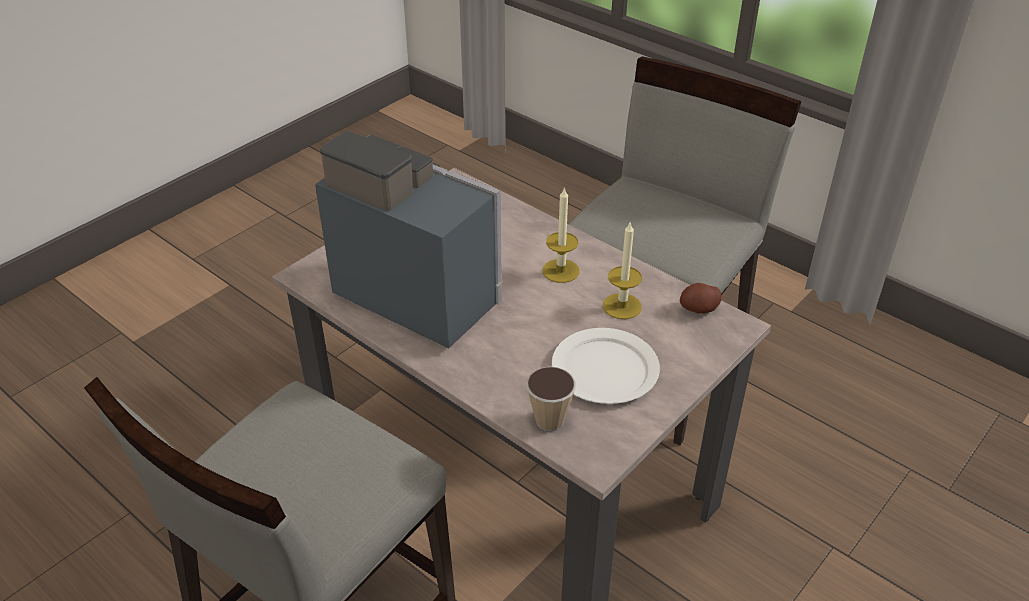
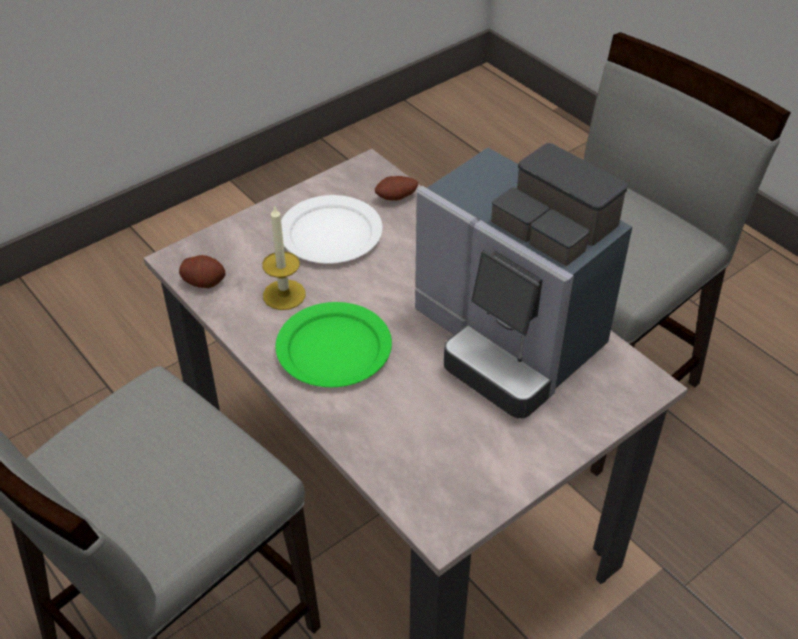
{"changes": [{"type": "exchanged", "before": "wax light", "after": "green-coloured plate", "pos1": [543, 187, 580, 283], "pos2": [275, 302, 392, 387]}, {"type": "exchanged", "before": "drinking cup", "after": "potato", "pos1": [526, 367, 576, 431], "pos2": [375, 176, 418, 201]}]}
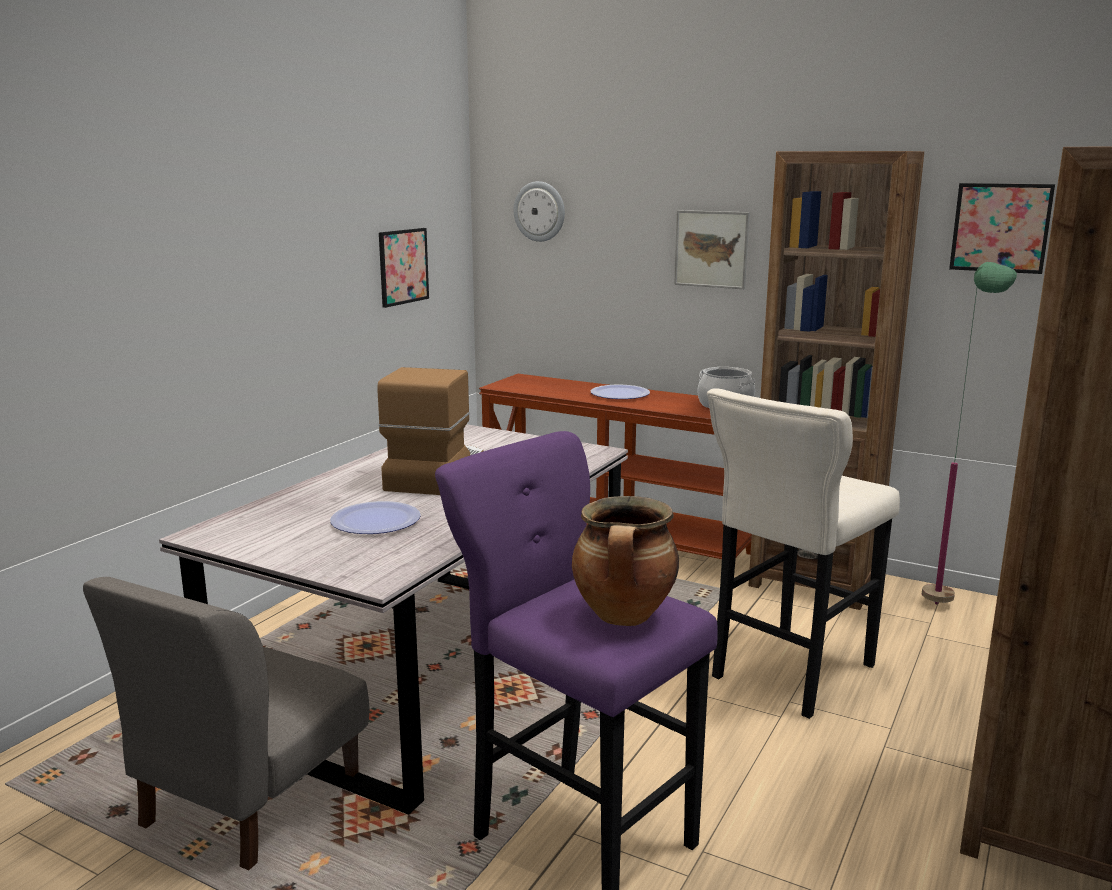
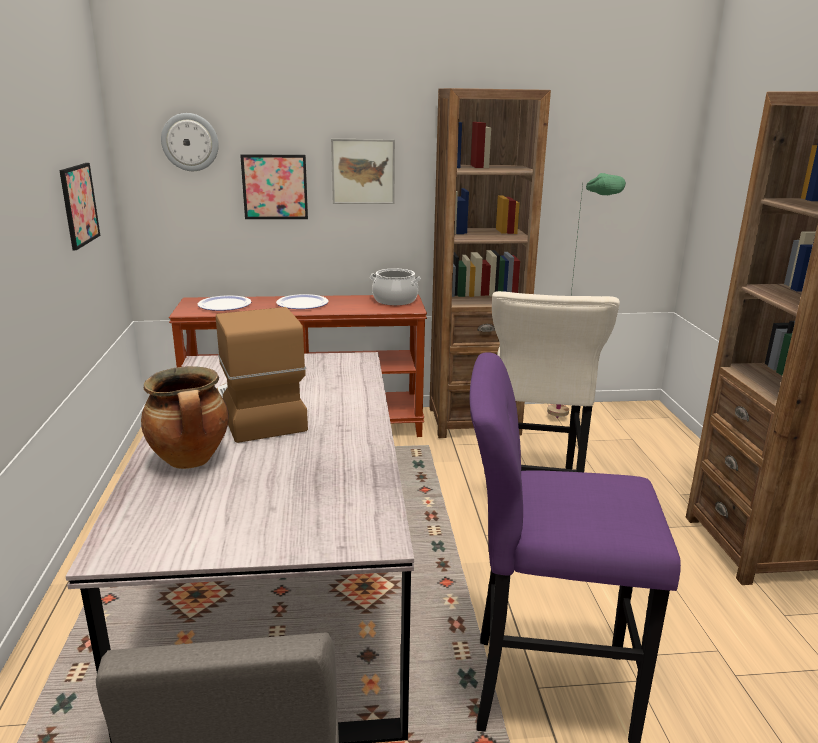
{"changes": [{"type": "relocated", "before": "saucepot", "pos1": [572, 496, 679, 626], "pos2": [141, 366, 229, 469]}, {"type": "relocated", "before": "plate", "pos1": [330, 501, 421, 534], "pos2": [198, 295, 251, 311]}, {"type": "relocated", "before": "picture", "pos1": [949, 183, 1055, 274], "pos2": [240, 154, 308, 219]}]}
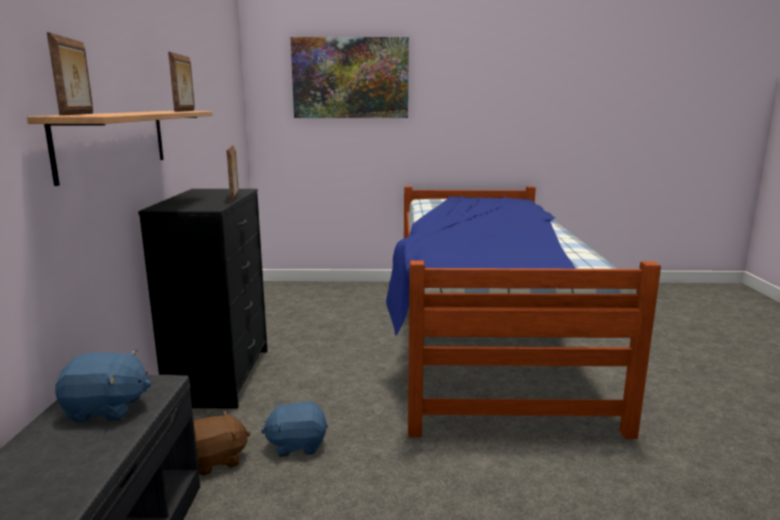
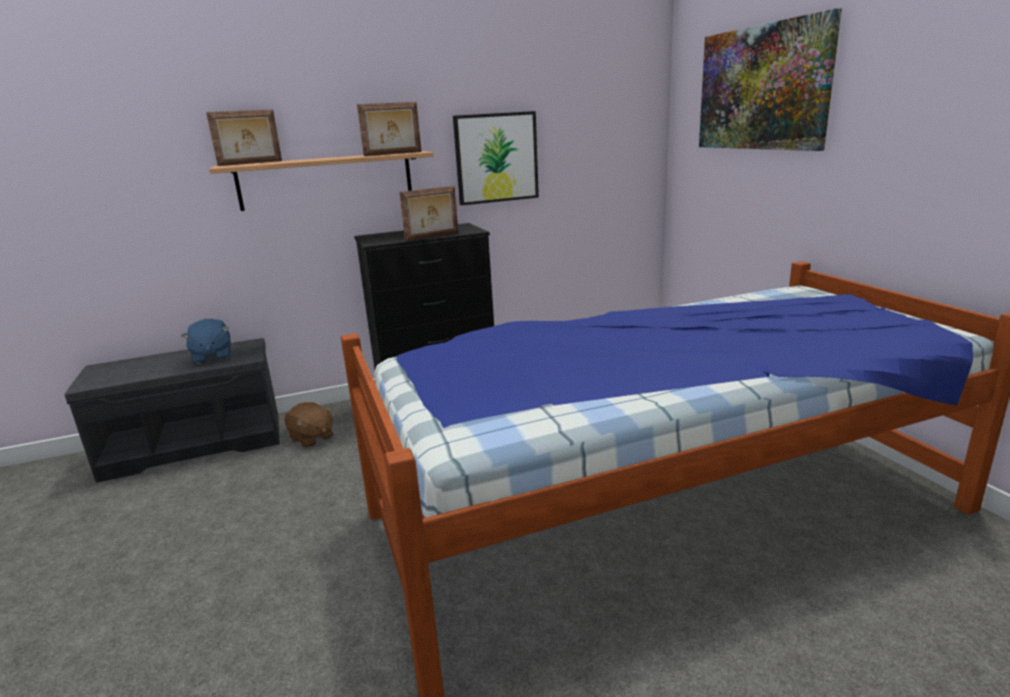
{"changes": [{"type": "appeared", "after": "picture", "pos2": [453, 111, 539, 205]}, {"type": "missing", "before": "blue cuddly toy", "pos1": [261, 401, 328, 457]}]}
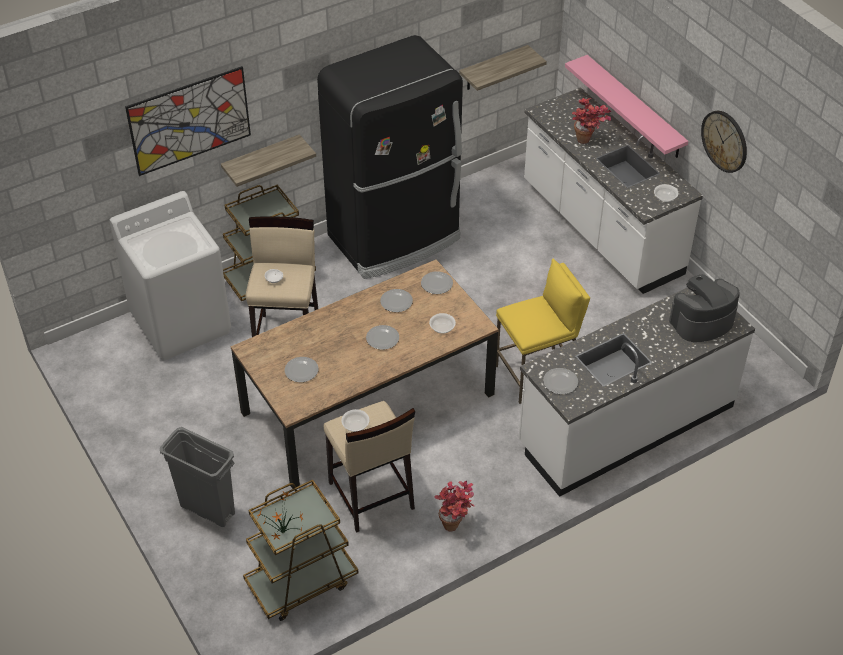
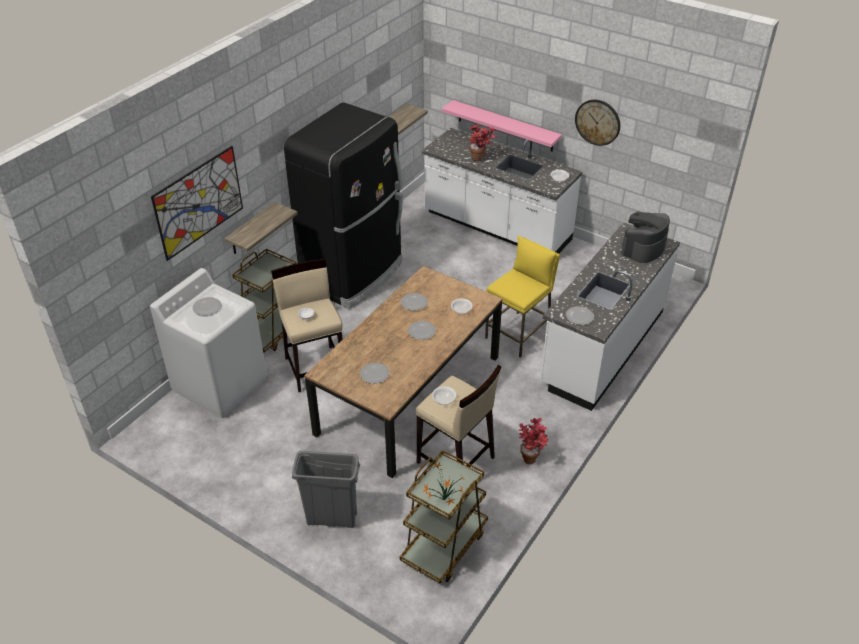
{"changes": [{"type": "relocated", "before": "plate", "pos1": [421, 271, 453, 294], "pos2": [192, 297, 221, 316]}]}
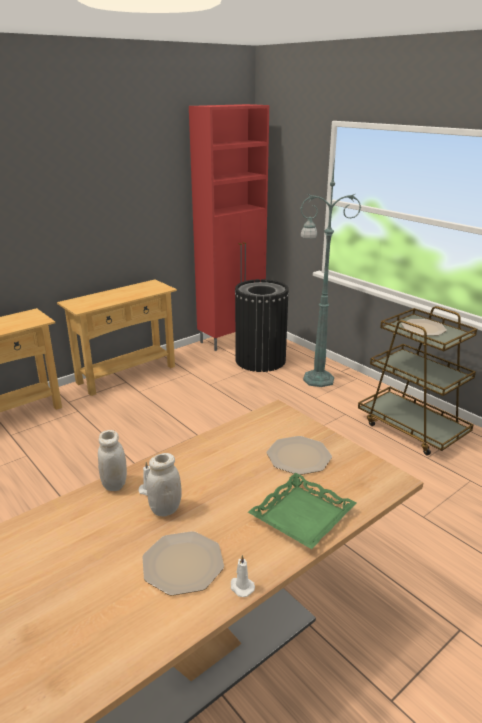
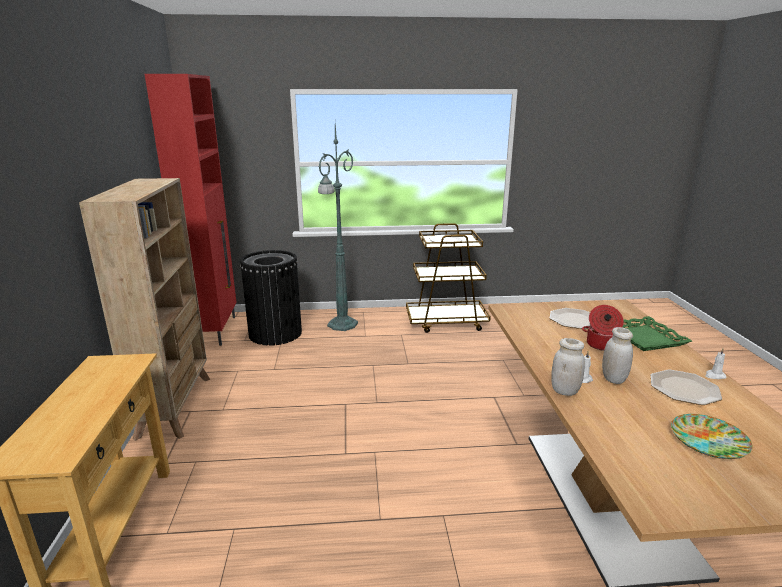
{"changes": [{"type": "exchanged", "before": "sand-coloured hall table", "after": "sand-coloured shelving unit", "pos1": [57, 279, 177, 396], "pos2": [79, 178, 210, 441]}, {"type": "appeared", "after": "saucepot", "pos2": [582, 305, 624, 351]}, {"type": "appeared", "after": "plate", "pos2": [671, 414, 753, 459]}]}
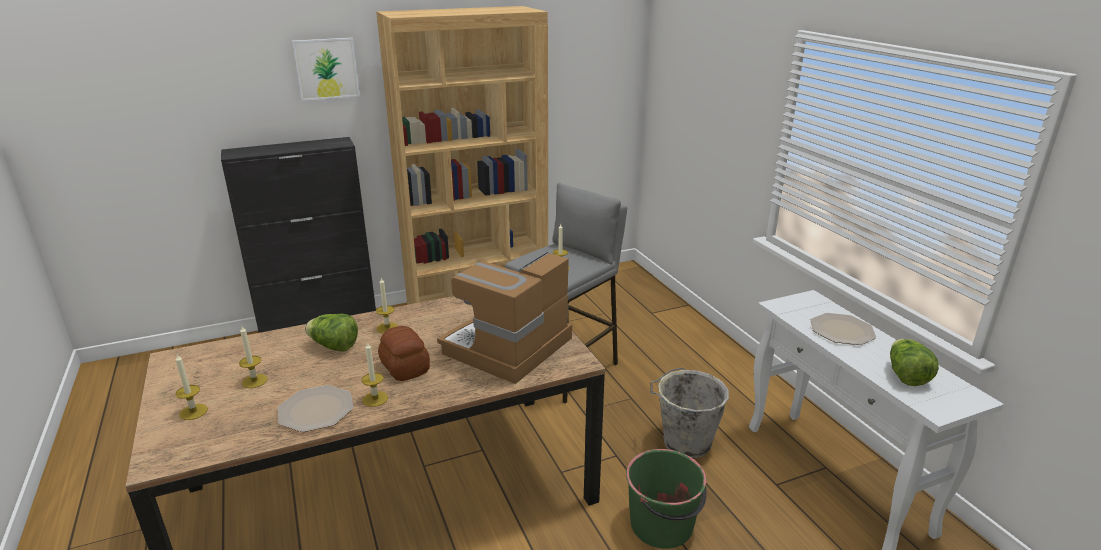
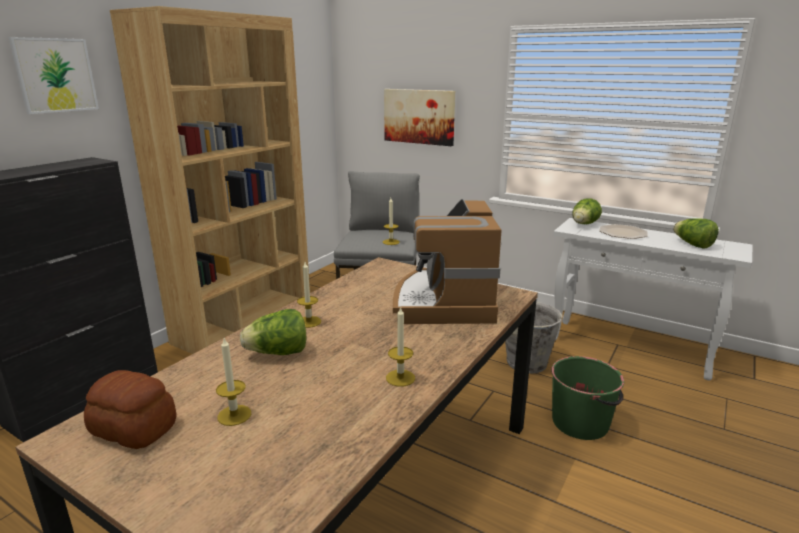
{"changes": [{"type": "relocated", "before": "bakery bread", "pos1": [378, 326, 430, 381], "pos2": [84, 370, 177, 449]}, {"type": "appeared", "after": "picture", "pos2": [384, 89, 455, 146]}, {"type": "appeared", "after": "head of lettuce", "pos2": [572, 198, 602, 224]}, {"type": "missing", "before": "wax light", "pos1": [175, 354, 208, 420]}, {"type": "missing", "before": "plate", "pos1": [278, 385, 354, 432]}]}
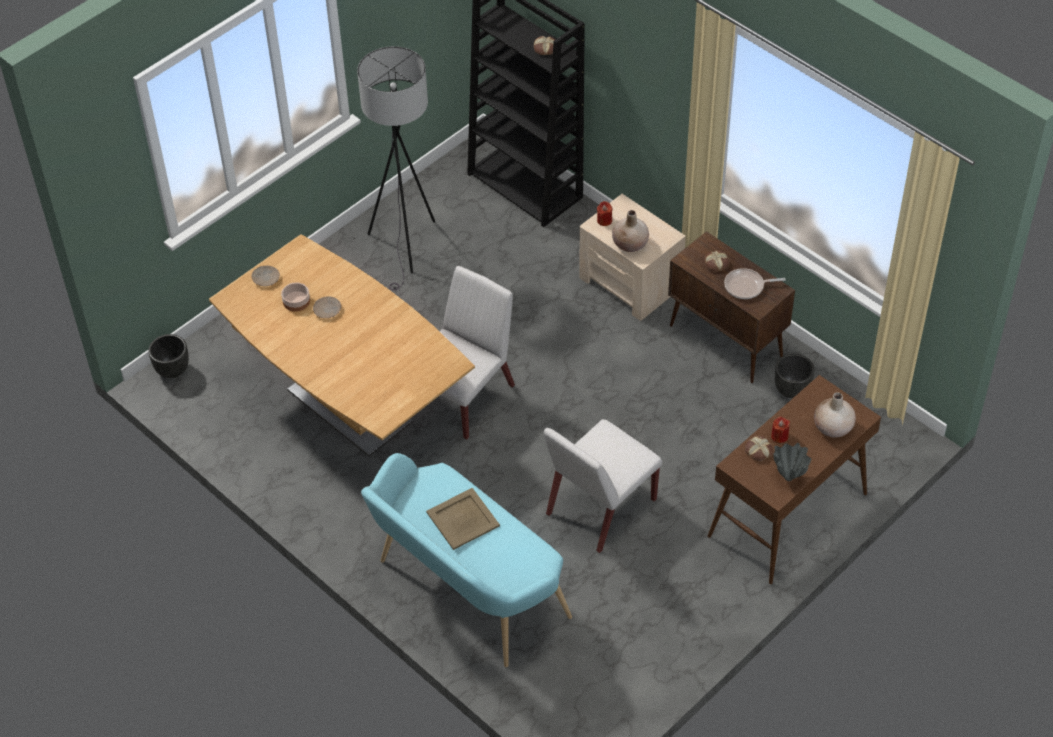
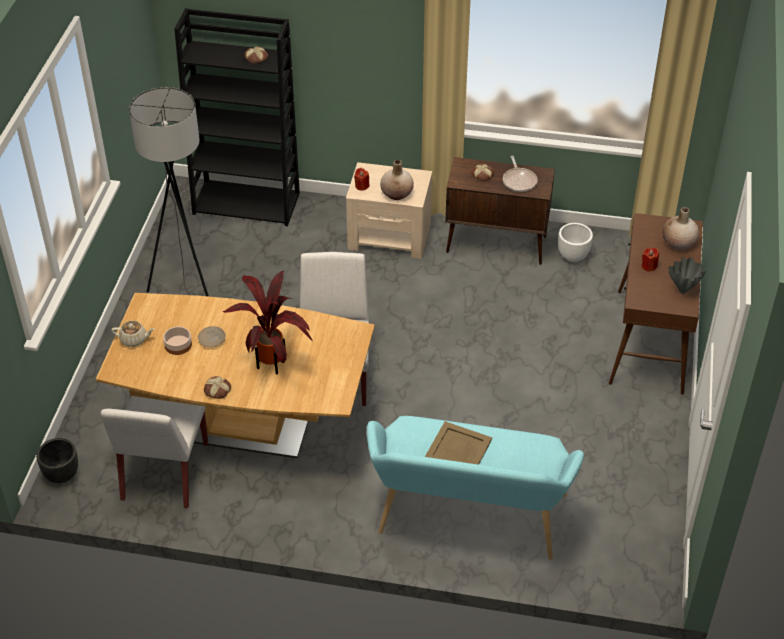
{"changes": [{"type": "relocated", "before": "whitish chair", "pos1": [543, 419, 662, 553], "pos2": [101, 396, 208, 508]}, {"type": "exchanged", "before": "sand-coloured plate", "after": "sand-coloured pot for tea", "pos1": [251, 266, 280, 286], "pos2": [111, 321, 154, 347]}, {"type": "relocated", "before": "bakery bread", "pos1": [745, 436, 773, 461], "pos2": [204, 376, 231, 399]}, {"type": "appeared", "after": "plant in a pot", "pos2": [222, 270, 313, 375]}, {"type": "spun", "before": "frying pan", "pos1": [724, 268, 786, 299], "pos2": [503, 155, 538, 192], "turn": -60}, {"type": "colour", "before": "blackish flower pot", "after": "whitish flower pot", "pos1": [775, 354, 814, 398], "pos2": [558, 223, 593, 262]}]}
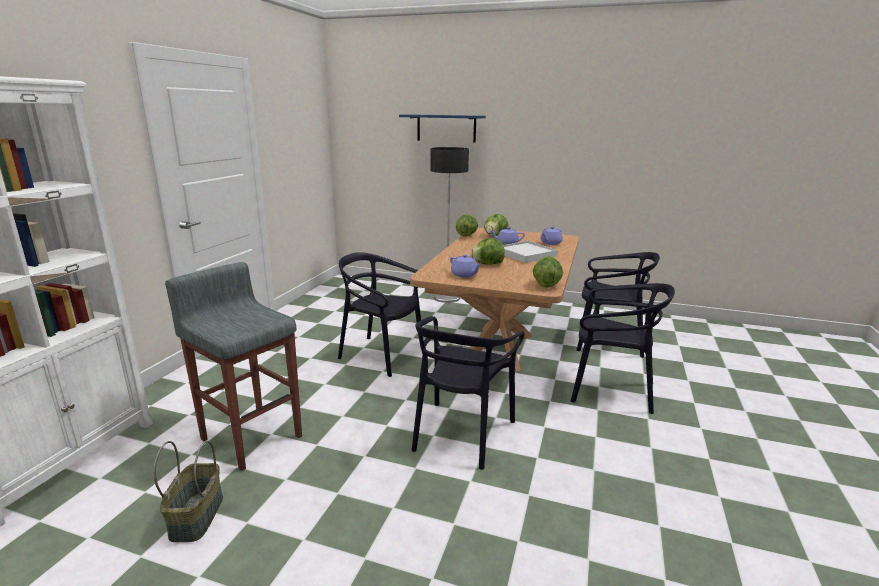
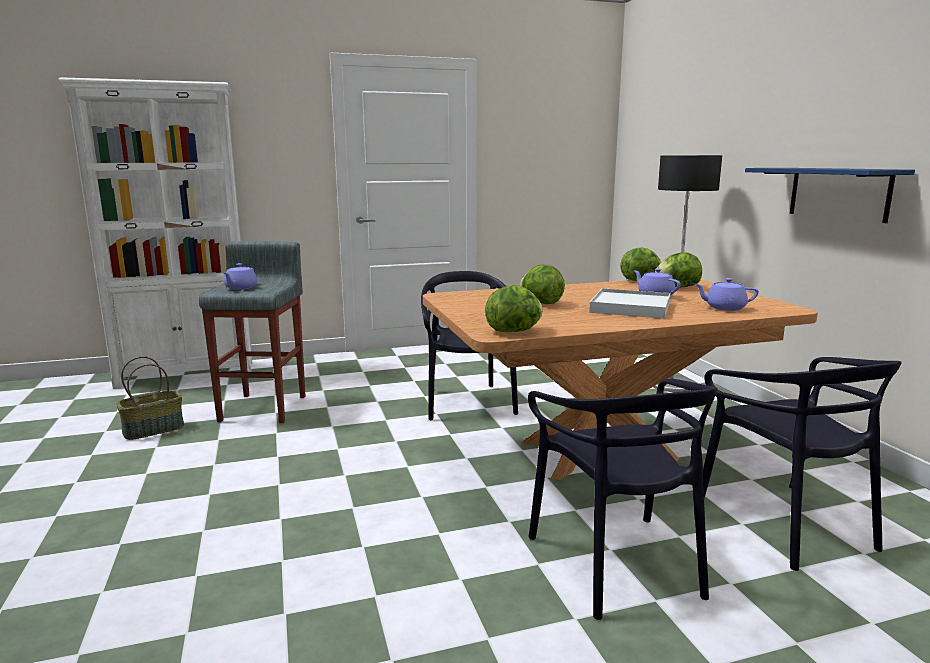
{"changes": [{"type": "relocated", "before": "purple pot for tea", "pos1": [450, 254, 481, 278], "pos2": [224, 263, 257, 290]}, {"type": "relocated", "before": "blue wall shelf", "pos1": [399, 114, 486, 143], "pos2": [745, 168, 915, 223]}, {"type": "missing", "before": "blackish chair", "pos1": [412, 316, 524, 470]}]}
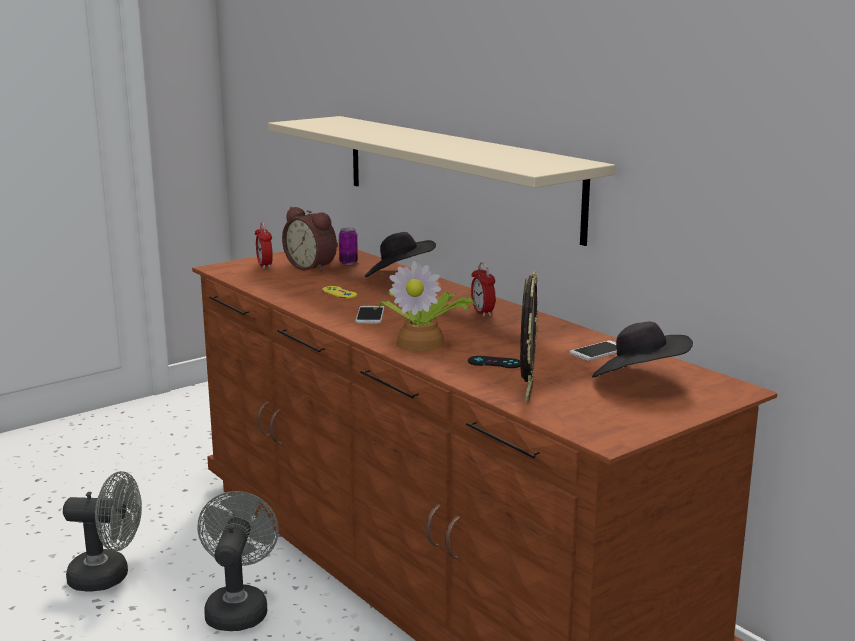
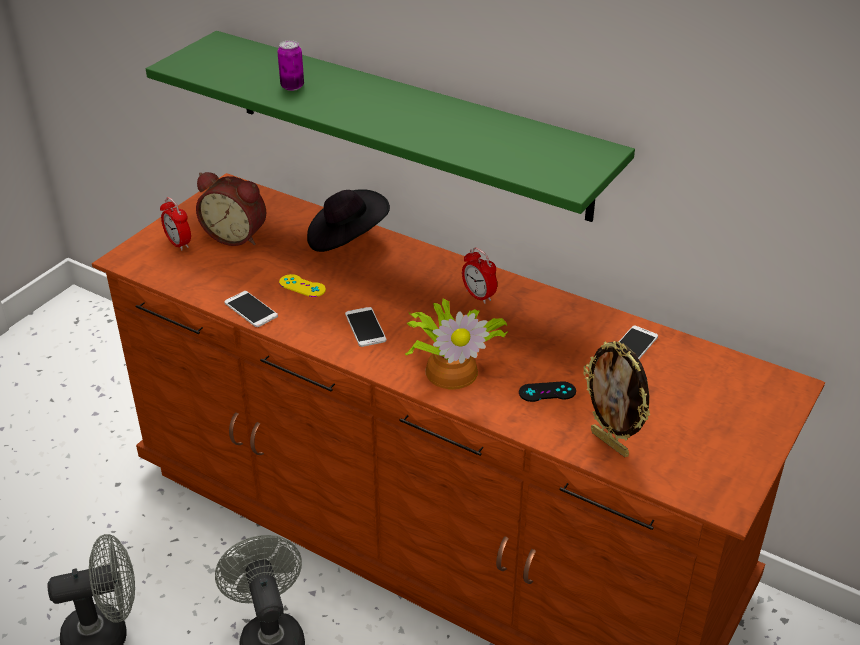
{"changes": [{"type": "colour", "before": "sand-coloured wall shelf", "after": "green-coloured wall shelf", "pos1": [268, 116, 615, 246], "pos2": [146, 31, 635, 222]}, {"type": "appeared", "after": "telephone", "pos2": [224, 291, 278, 327]}, {"type": "relocated", "before": "sealed can", "pos1": [339, 227, 358, 265], "pos2": [277, 40, 304, 91]}, {"type": "spun", "before": "standing frame", "pos1": [520, 271, 538, 403], "pos2": [583, 341, 650, 457], "turn": 150}, {"type": "missing", "before": "blackish clothing hat", "pos1": [592, 322, 693, 377]}]}
